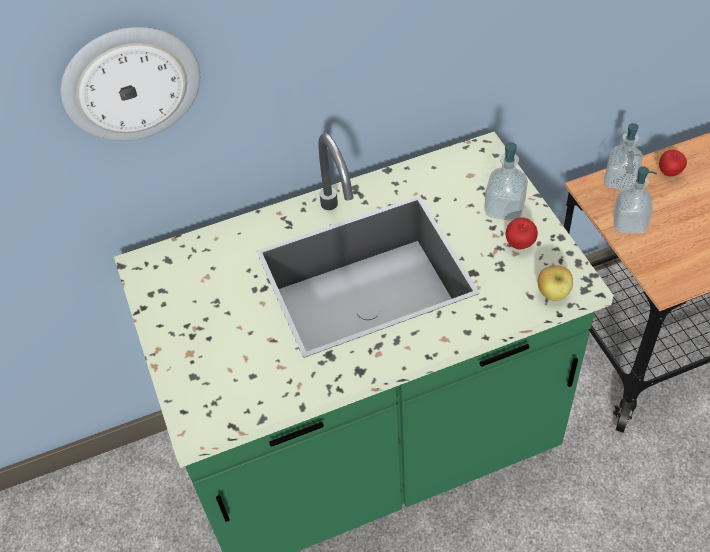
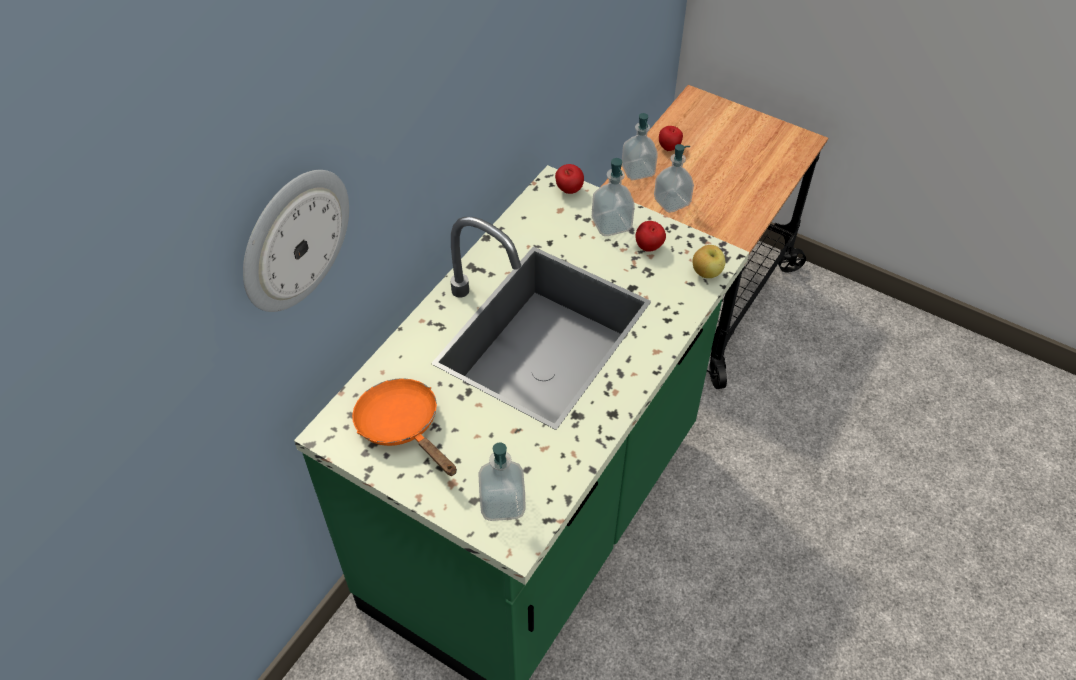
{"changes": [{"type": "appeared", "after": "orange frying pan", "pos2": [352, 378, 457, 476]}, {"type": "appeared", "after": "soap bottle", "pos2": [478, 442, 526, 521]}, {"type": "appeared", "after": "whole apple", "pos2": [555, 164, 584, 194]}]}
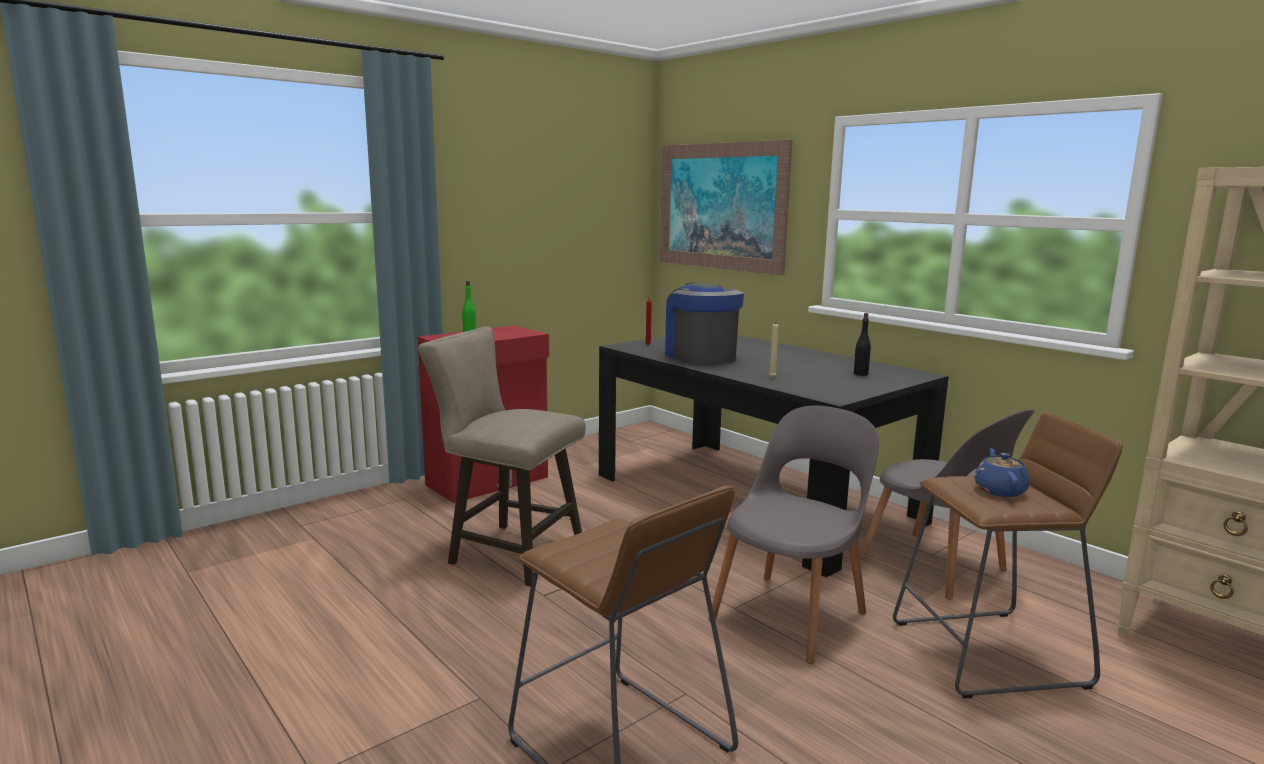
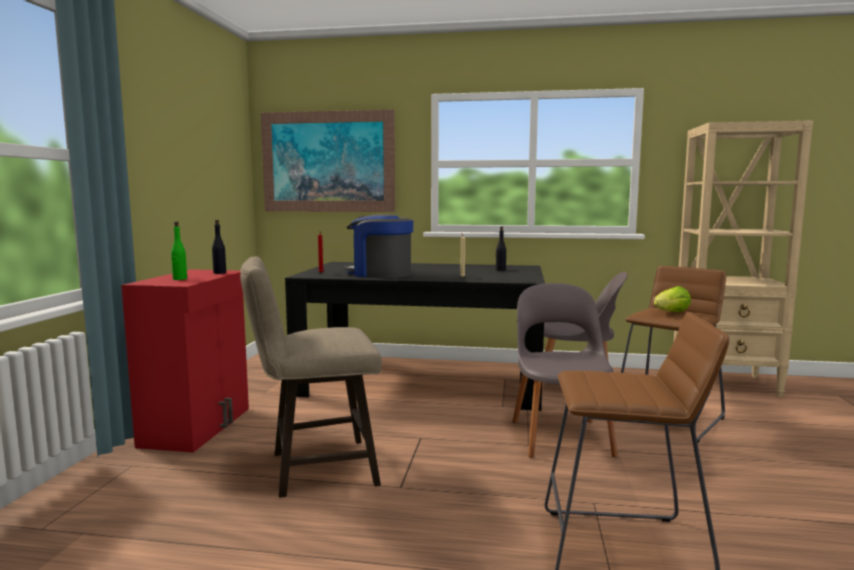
{"changes": [{"type": "appeared", "after": "blackish beverage bottle", "pos2": [212, 220, 226, 274]}, {"type": "exchanged", "before": "blue pot for tea", "after": "head of lettuce", "pos1": [974, 448, 1030, 497], "pos2": [654, 286, 691, 312]}]}
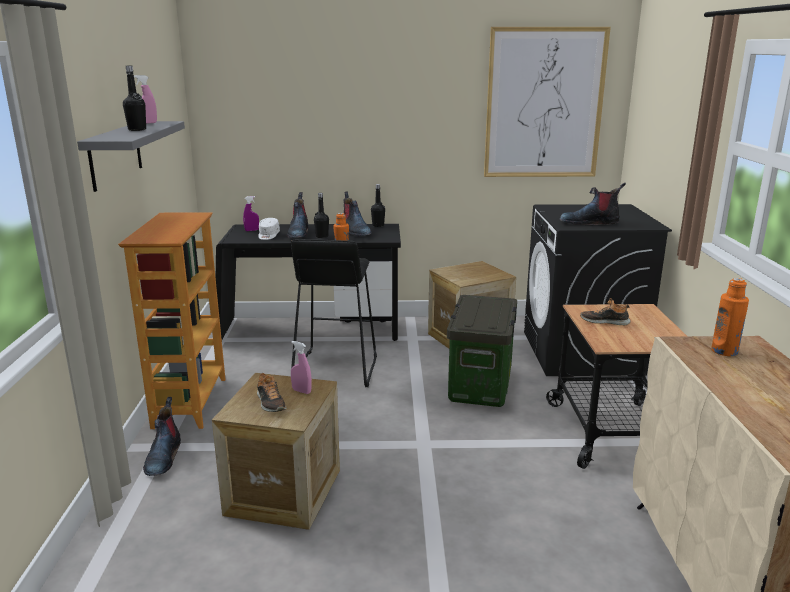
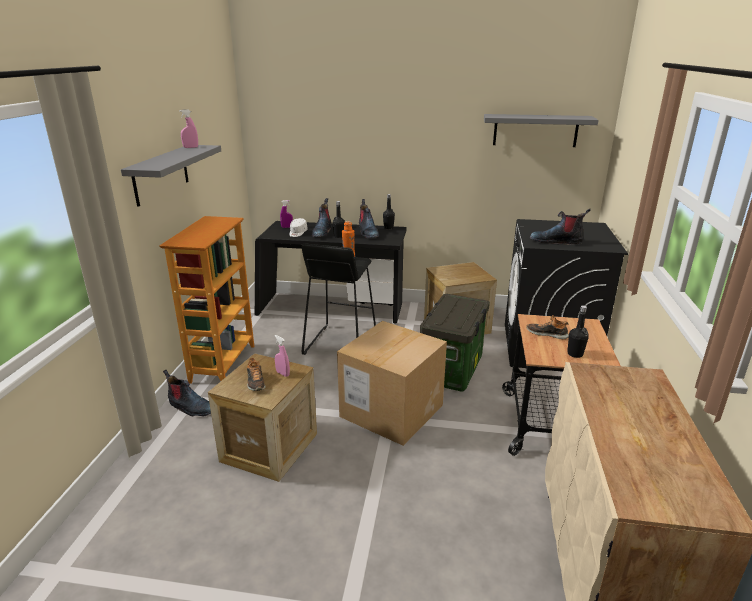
{"changes": [{"type": "spun", "before": "high-top boot", "pos1": [143, 397, 181, 476], "pos2": [163, 370, 211, 417], "turn": -75}, {"type": "appeared", "after": "cardboard box", "pos2": [337, 321, 447, 446]}, {"type": "exchanged", "before": "picture", "after": "gray wall shelf", "pos1": [484, 27, 611, 177], "pos2": [484, 114, 599, 147]}, {"type": "relocated", "before": "blackish beverage bottle", "pos1": [123, 66, 146, 131], "pos2": [567, 305, 589, 358]}, {"type": "missing", "before": "orange beverage bottle", "pos1": [711, 278, 749, 356]}]}
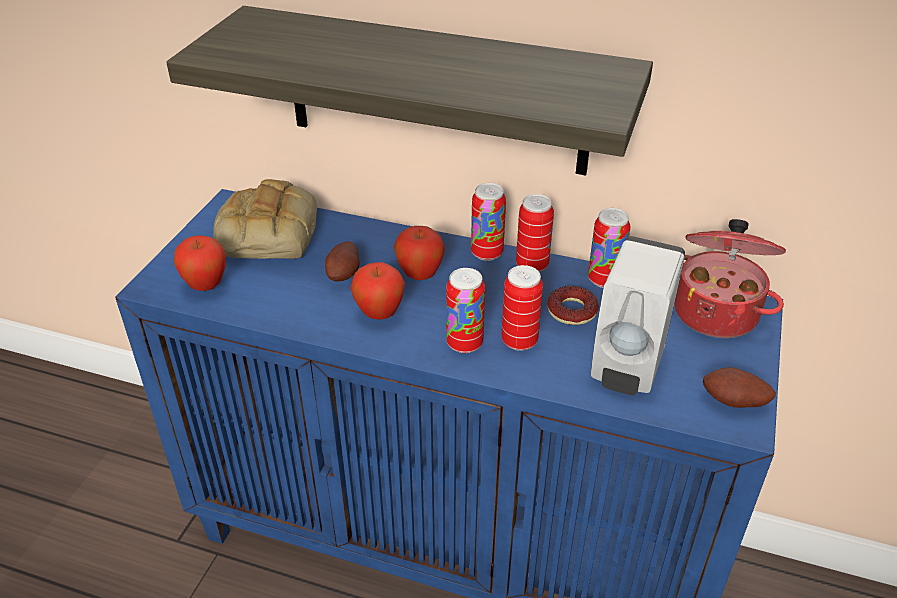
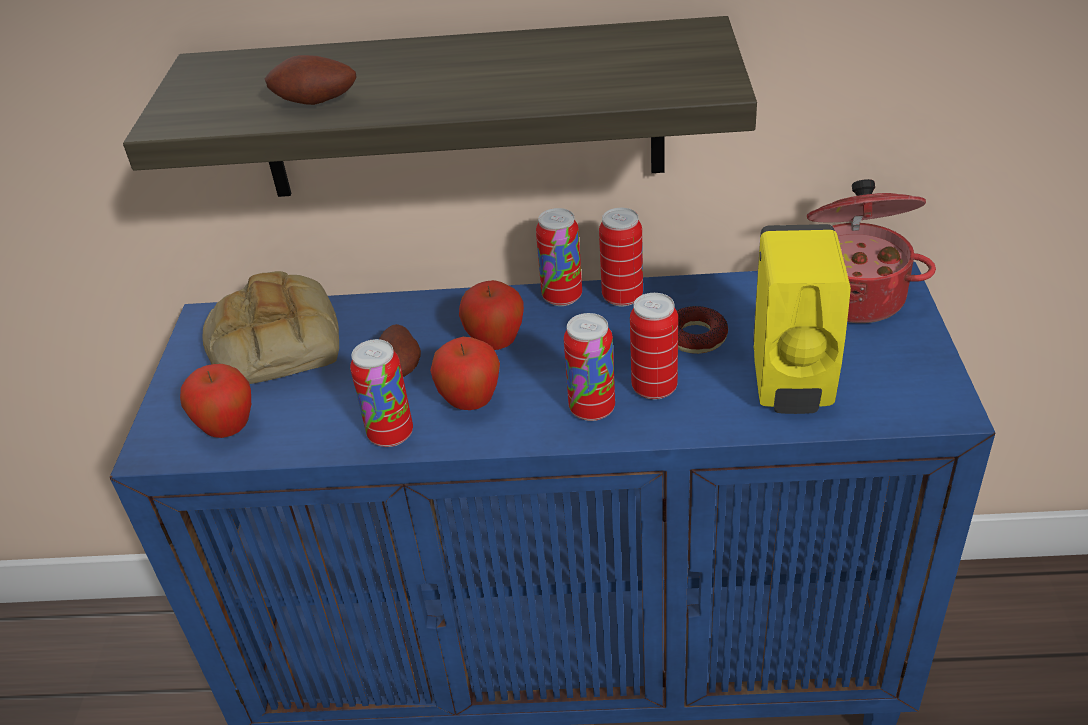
{"changes": [{"type": "relocated", "before": "potato", "pos1": [703, 367, 776, 408], "pos2": [265, 55, 357, 105]}, {"type": "relocated", "before": "sealed can", "pos1": [588, 208, 630, 288], "pos2": [350, 339, 413, 447]}, {"type": "colour", "before": "whitish soap bottle", "after": "yellow soap bottle", "pos1": [591, 236, 685, 395], "pos2": [753, 224, 851, 414]}]}
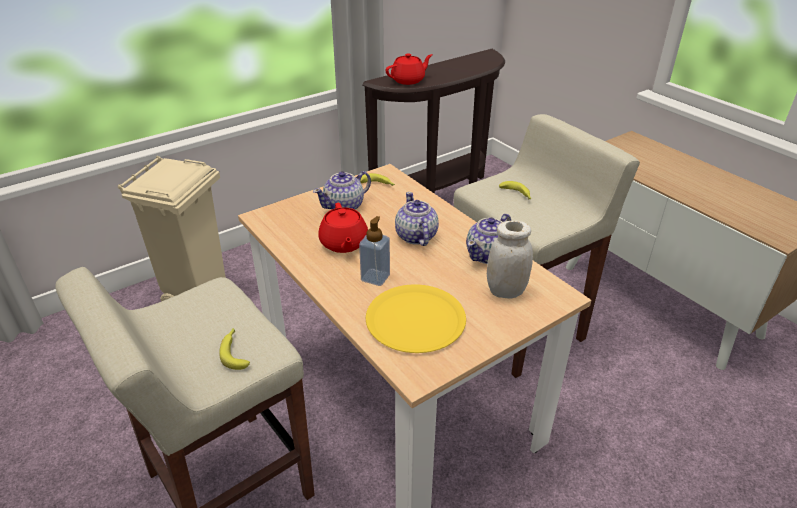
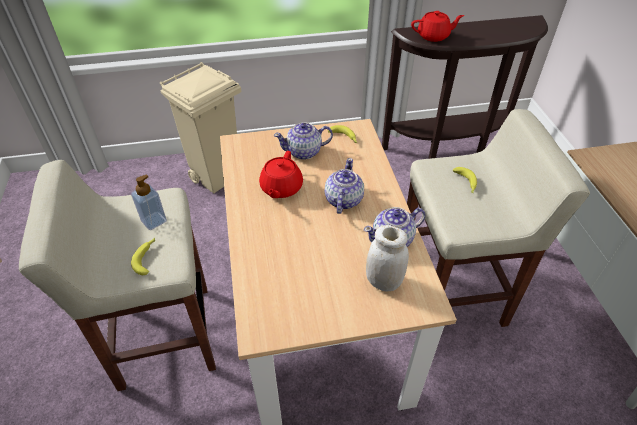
{"changes": [{"type": "relocated", "before": "soap bottle", "pos1": [359, 216, 390, 286], "pos2": [131, 174, 167, 230]}, {"type": "missing", "before": "yellow plate", "pos1": [366, 284, 466, 353]}]}
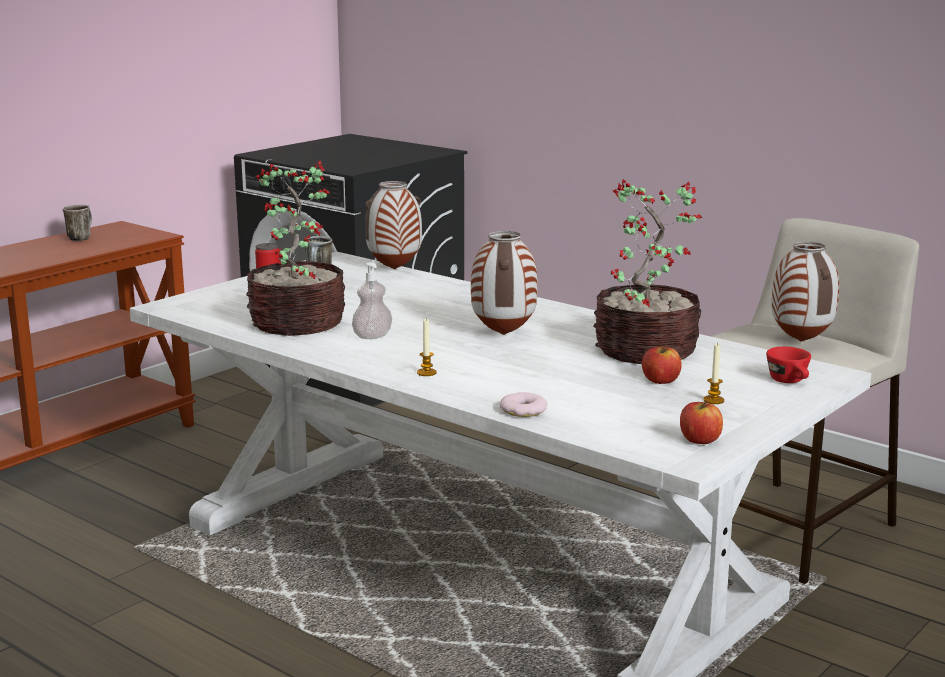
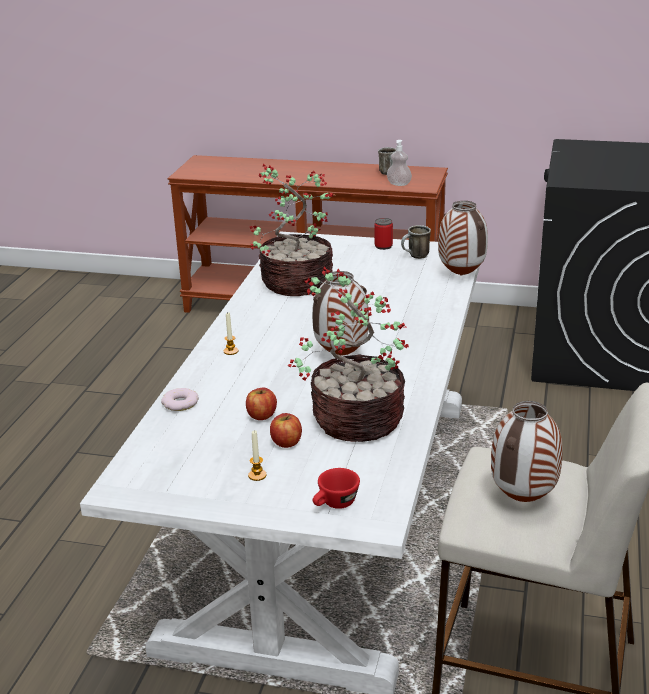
{"changes": [{"type": "relocated", "before": "whole apple", "pos1": [680, 400, 723, 444], "pos2": [246, 388, 277, 420]}, {"type": "relocated", "before": "soap bottle", "pos1": [352, 262, 392, 339], "pos2": [387, 140, 412, 186]}]}
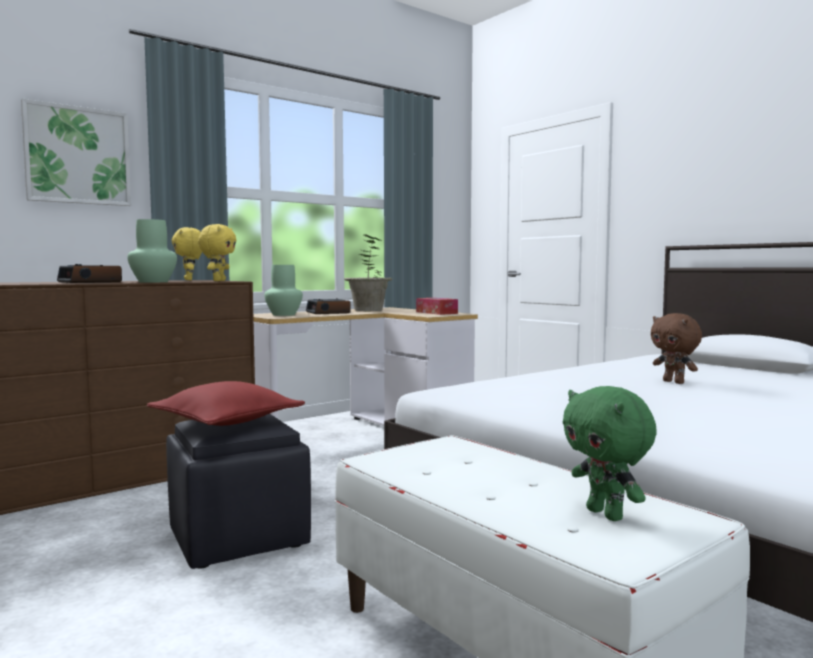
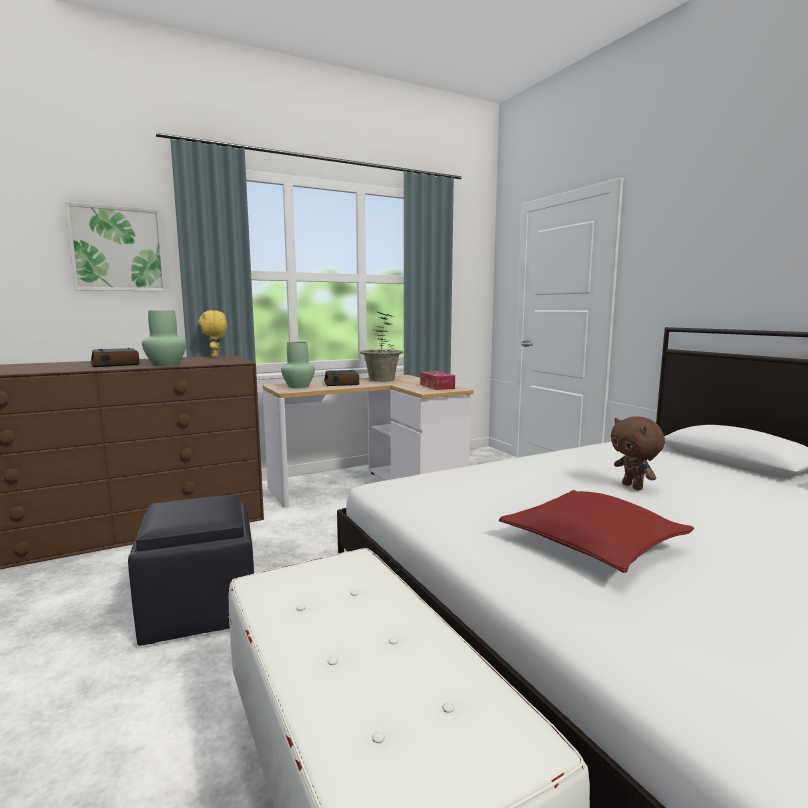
{"changes": [{"type": "relocated", "before": "red cushion", "pos1": [147, 381, 305, 426], "pos2": [499, 490, 694, 573]}, {"type": "missing", "before": "yellow cuddly toy", "pos1": [198, 224, 236, 281]}, {"type": "missing", "before": "green-coloured cuddly toy", "pos1": [563, 386, 657, 521]}]}
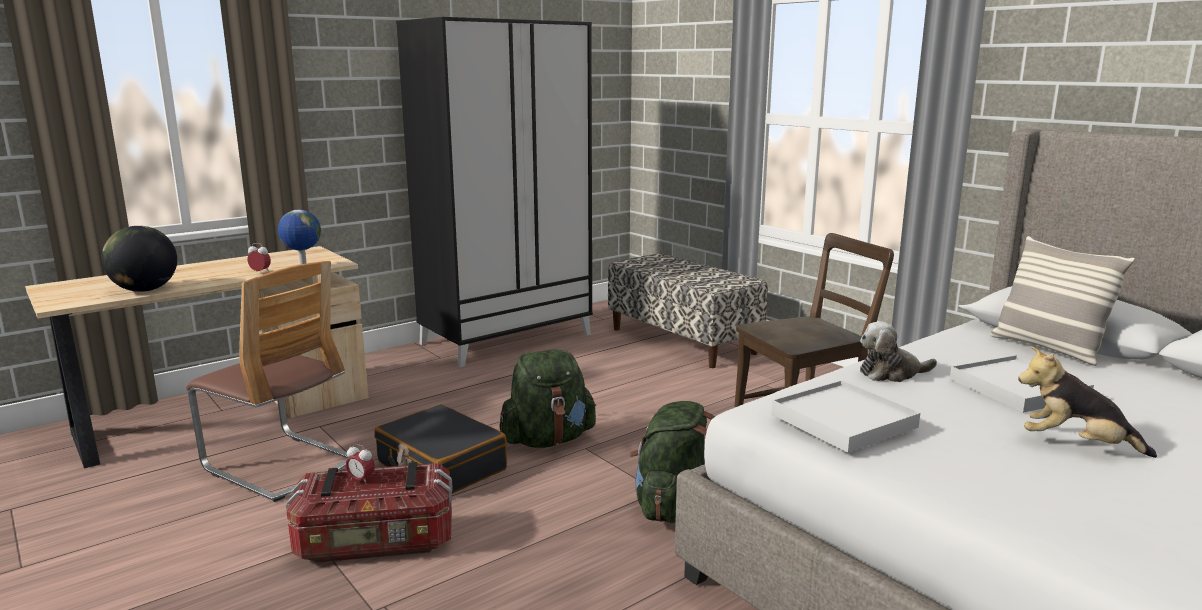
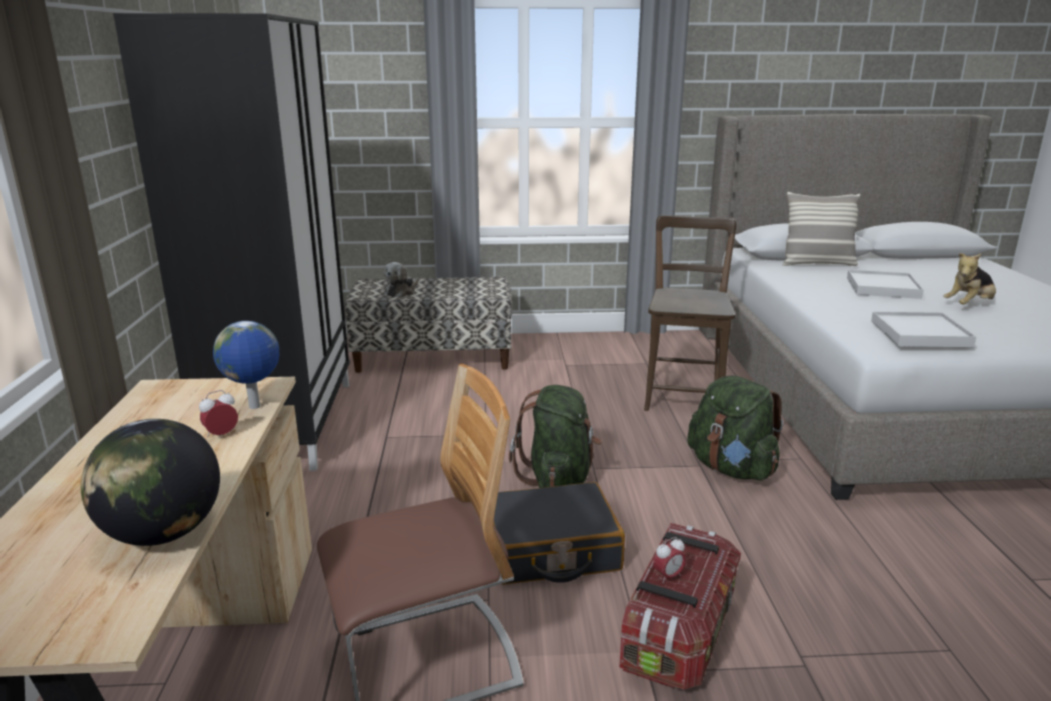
{"changes": [{"type": "relocated", "before": "cuddly toy", "pos1": [860, 322, 937, 382], "pos2": [383, 262, 419, 298]}]}
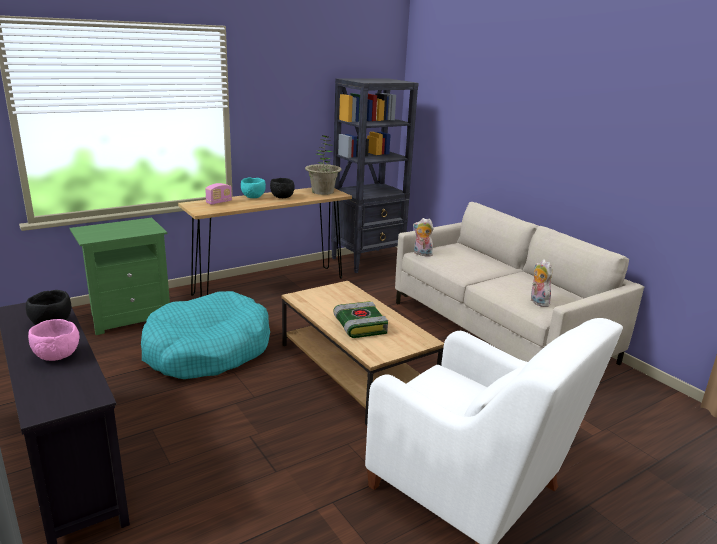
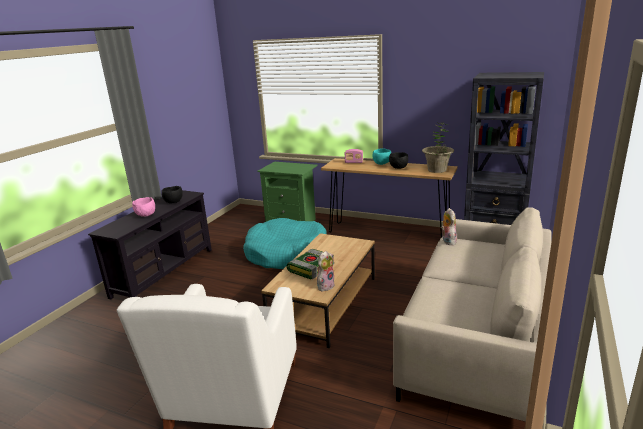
{"changes": [{"type": "relocated", "before": "cuddly toy", "pos1": [531, 259, 552, 307], "pos2": [317, 251, 334, 291]}]}
